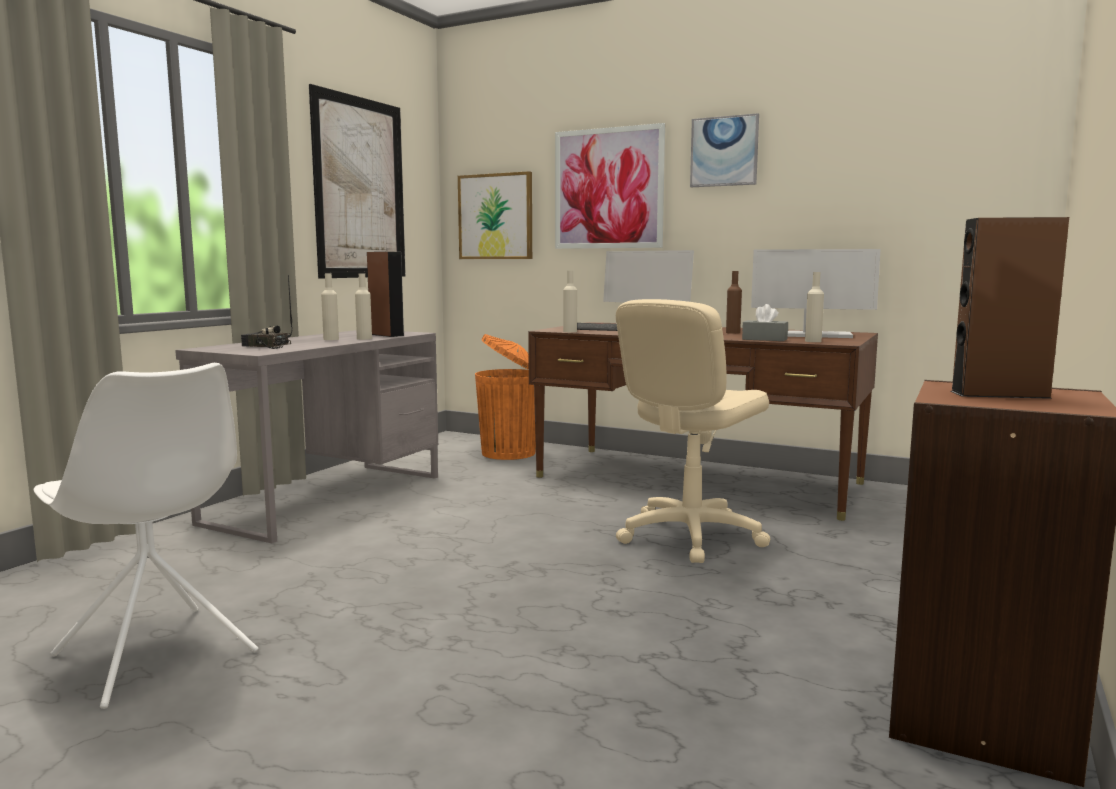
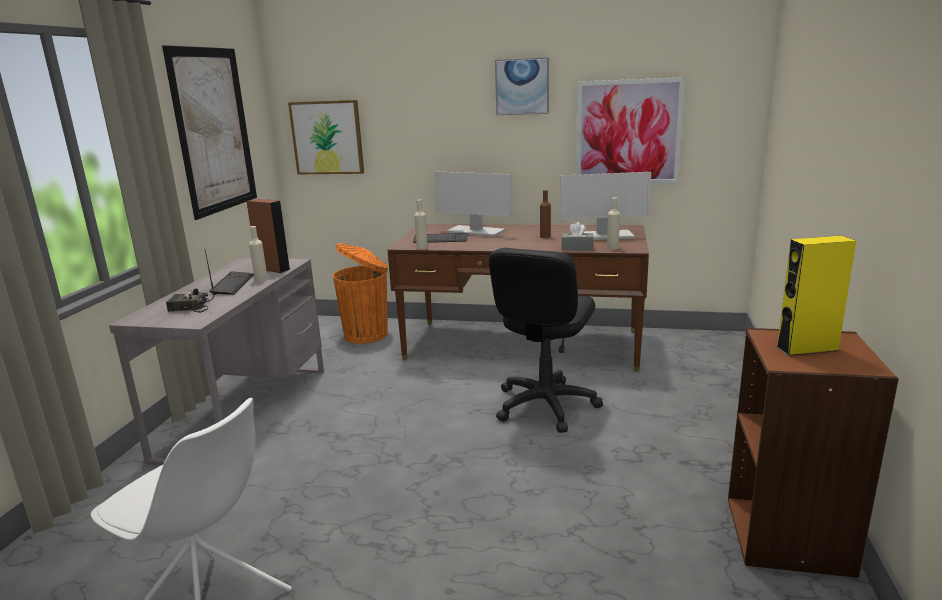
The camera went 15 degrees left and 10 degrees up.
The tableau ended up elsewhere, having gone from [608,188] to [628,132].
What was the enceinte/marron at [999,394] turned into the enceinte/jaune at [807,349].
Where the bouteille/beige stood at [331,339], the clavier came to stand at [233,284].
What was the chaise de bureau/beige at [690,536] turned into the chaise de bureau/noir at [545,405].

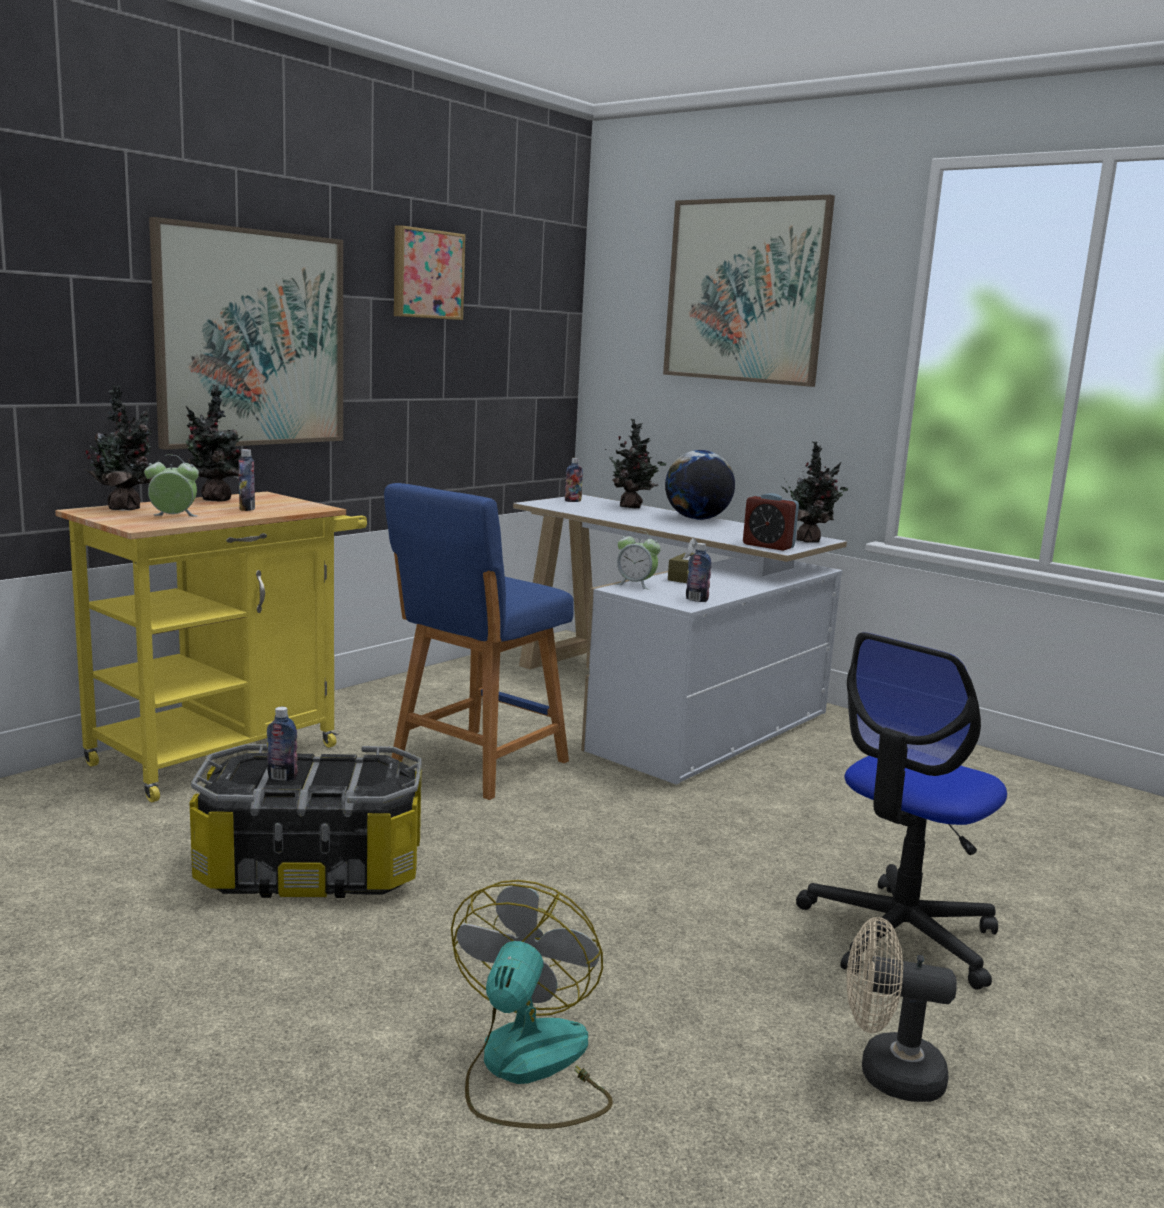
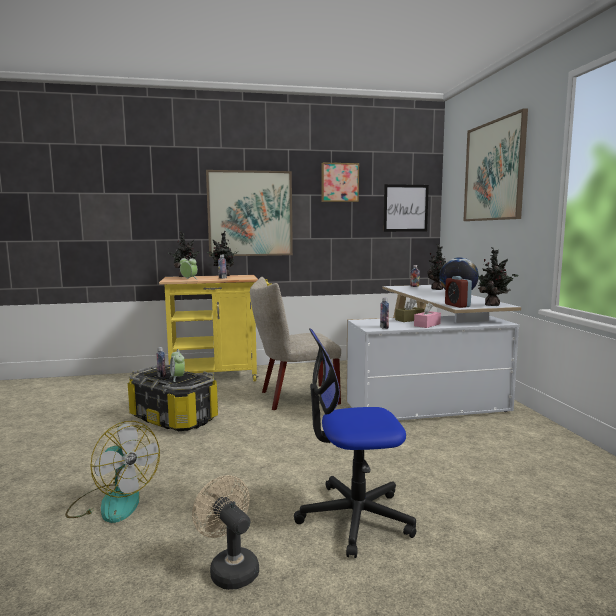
The camera went 40 degrees right and 5 degrees down.
Where the tabouret/bleu stood at [474,765], the chaise/beige came to stand at [294,398].
The réveil ended up elsewhere, having gone from [635,585] to [177,378].
The ventilateur at [527,1069] ended up facing another way, 75 degrees clockwise from before.
The second view gained the tableau at [405,208].
The second view gained the boîte à mouchoirs/rose at [427,325].

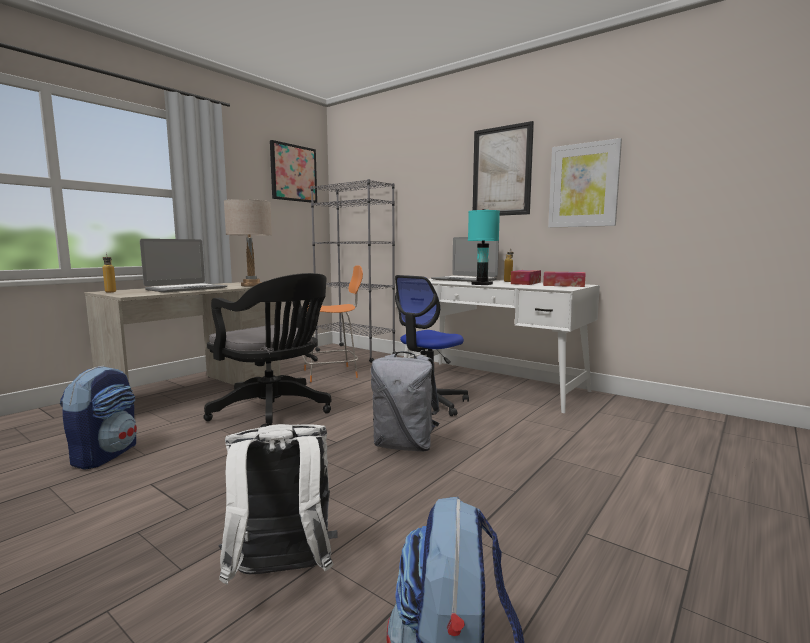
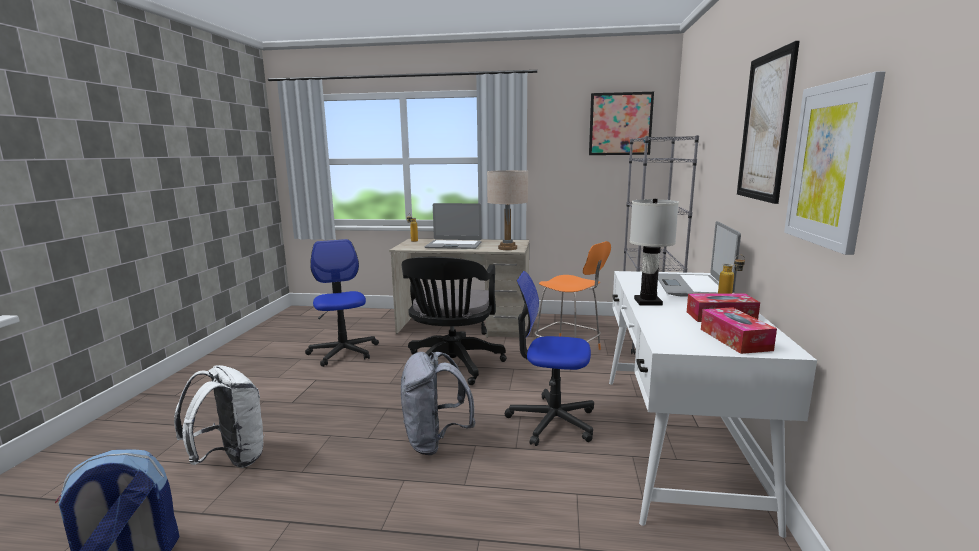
The camera went 60 degrees right and 5 degrees up.
What was the lampe de table/turquoise at [482,284] turned into the lampe de table/blanc at [648,302].
Where the sac à dos stood at [105,455], the chaise de bureau came to stand at [343,352].

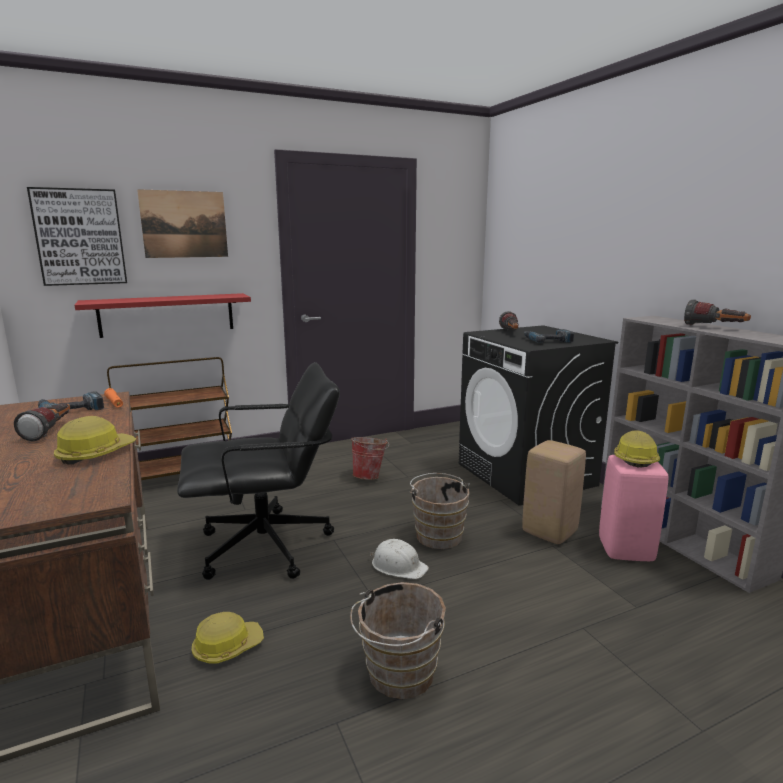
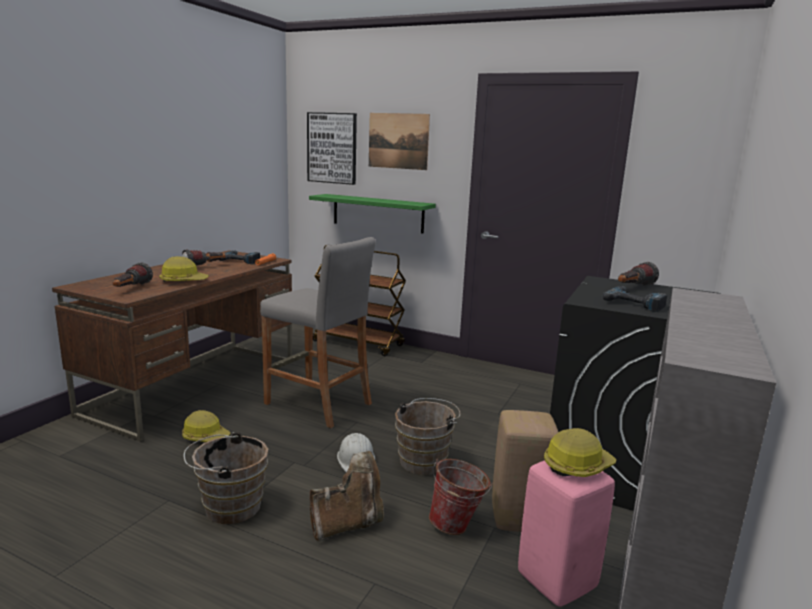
The camera went 50 degrees right and 0 degrees up.
What was the étagère/rouge at [167,315] turned into the étagère/vert at [377,213].
The lampe de poche ended up elsewhere, having gone from [714,327] to [131,289].
Where the chaise de bureau/noir stood at [267,546], the tabouret/gris came to stand at [318,404].
The seau ended up elsewhere, having gone from [370,476] to [457,526].
The second view gained the botte/marron at [348,524].

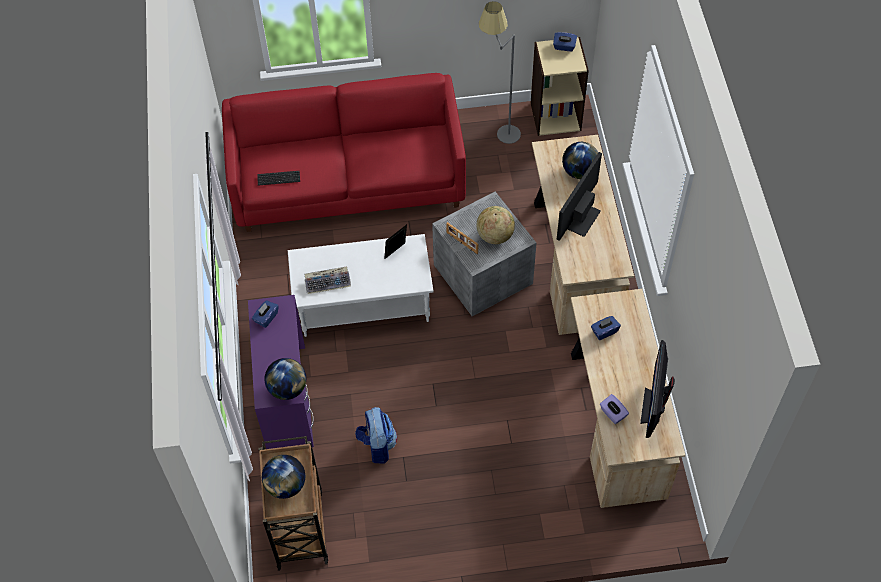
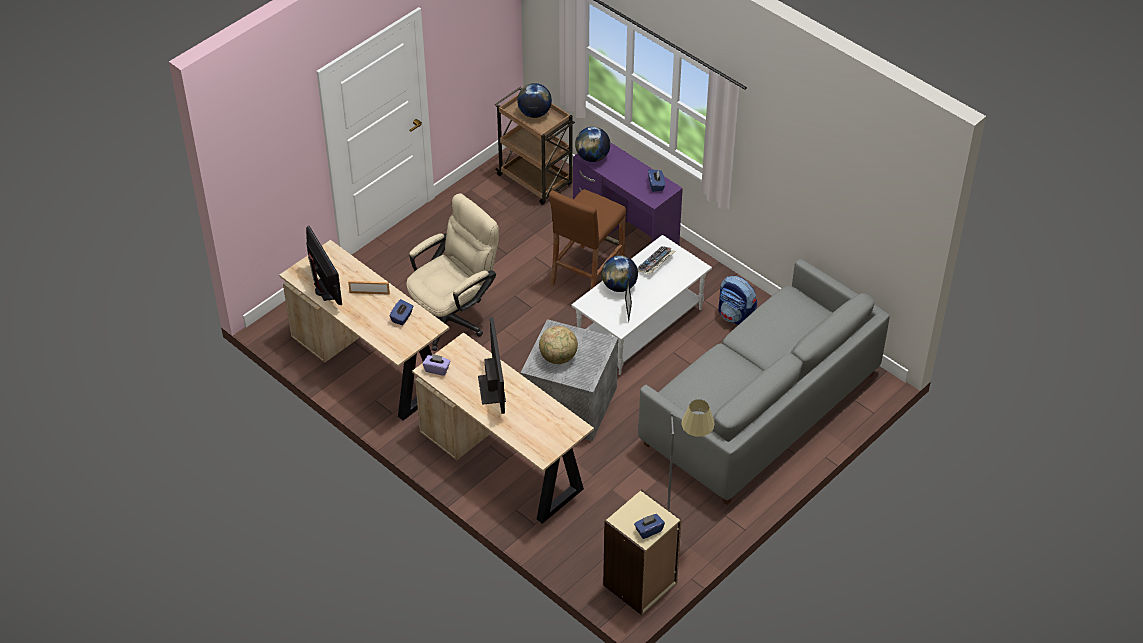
The camera went 140 degrees right and 10 degrees down.
What was the canapé/rouge at [348,179] turned into the canapé/gris at [760,409].
The globe ended up elsewhere, having gone from [579,172] to [619,286].
The second view lost the clavier at [278,178].
The cadre photo ended up elsewhere, having gone from [461,243] to [369,292].
The boîte à mouchoirs/violet ended up elsewhere, having gone from [612,414] to [437,369].
The sac à dos ended up elsewhere, having gone from [377,445] to [736,317].
The second view gained the tabouret/marron at [587,273].
The second view gained the chaise de bureau/beige at [454,316].

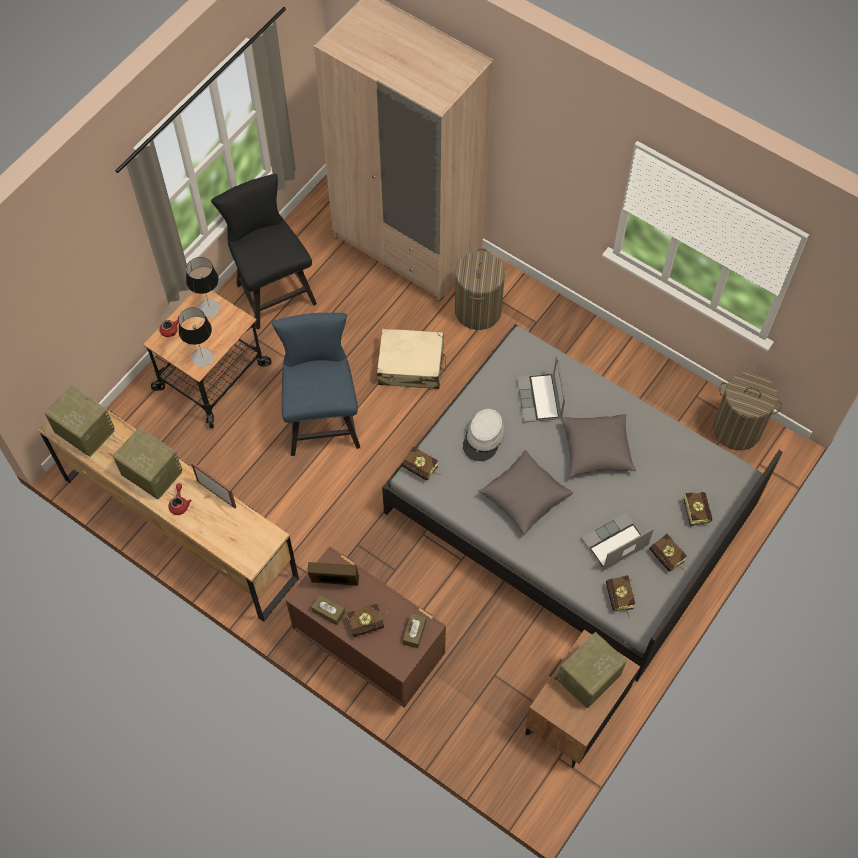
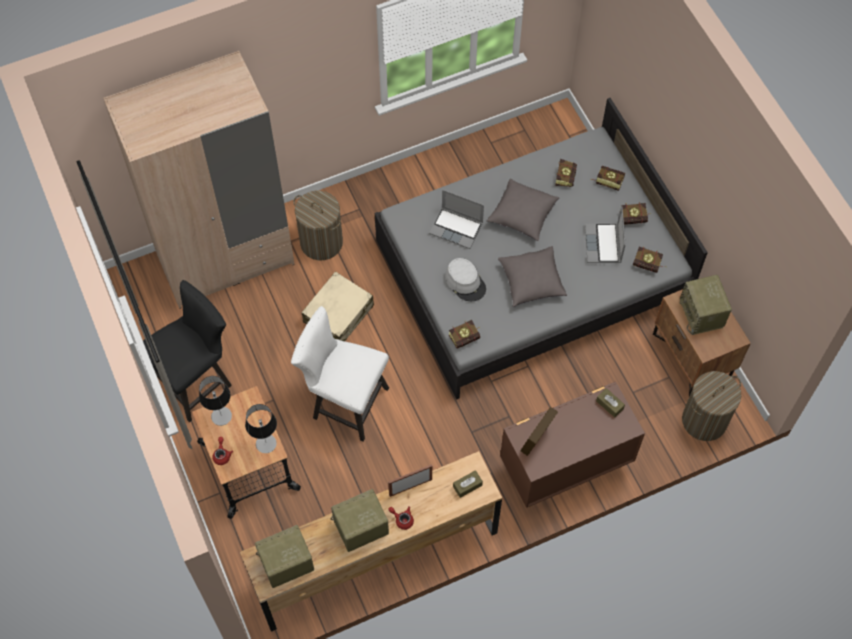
The camera went 60 degrees left and 0 degrees up.
The chaise/noir at [272,290] ended up facing another way, 135 degrees clockwise from before.
What was the chaise/bleu at [322,419] turned into the chaise/blanc at [345,402].
The panier à linge ended up elsewhere, having gone from [736,429] to [704,420].
The boîte à mouchoirs/marron ended up elsewhere, having gone from [328,612] to [467,486].
The livre ended up elsewhere, having gone from [369,623] to [565,175].

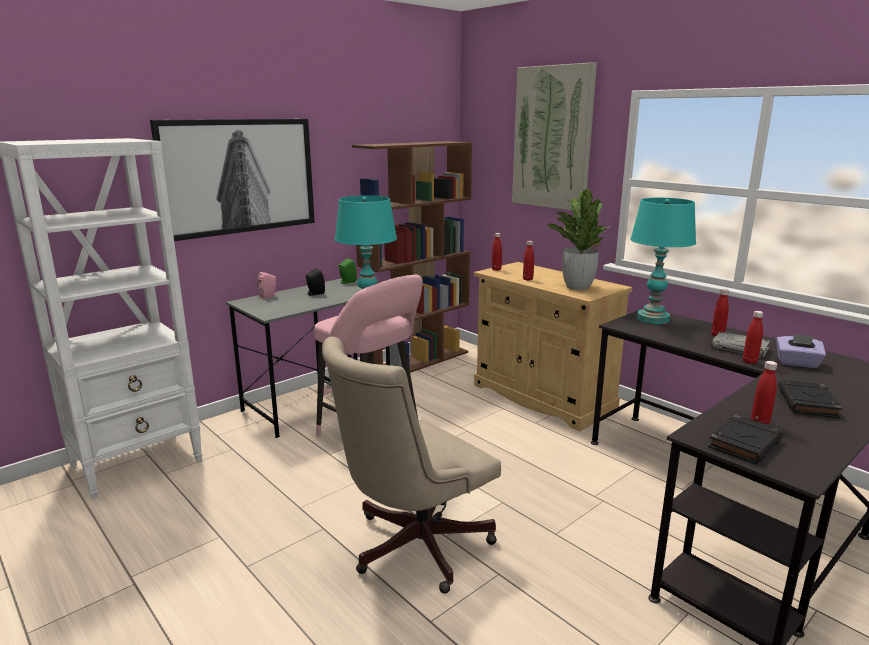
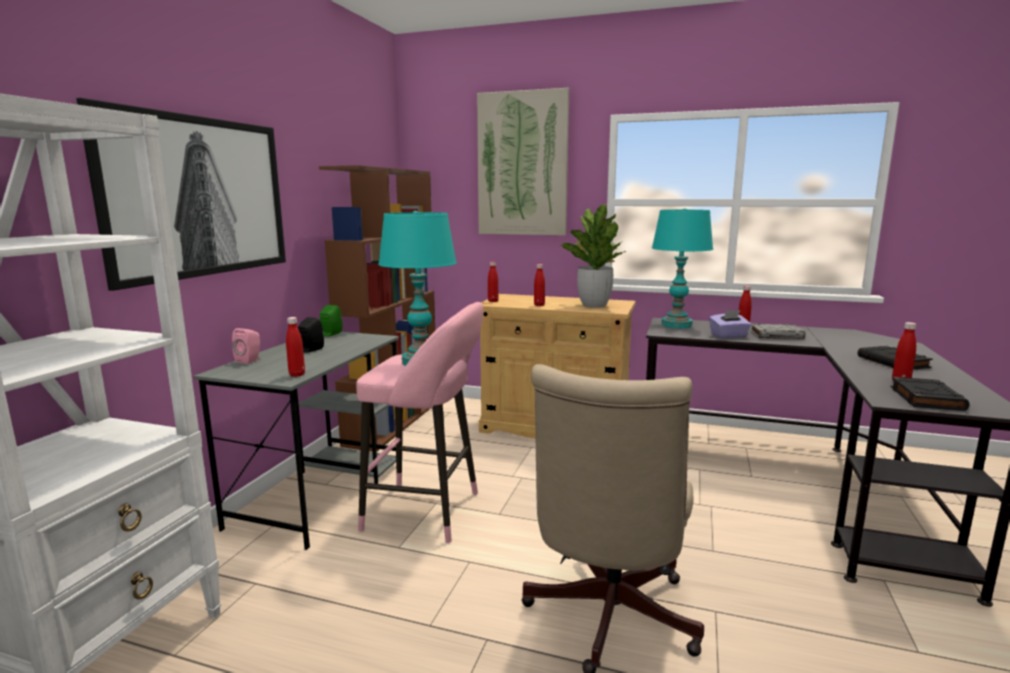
The camera went 30 degrees left and 5 degrees down.
The bouteille/rouge ended up elsewhere, having gone from [749,362] to [297,374].
The boîte à mouchoirs/violet ended up elsewhere, having gone from [797,363] to [728,336].

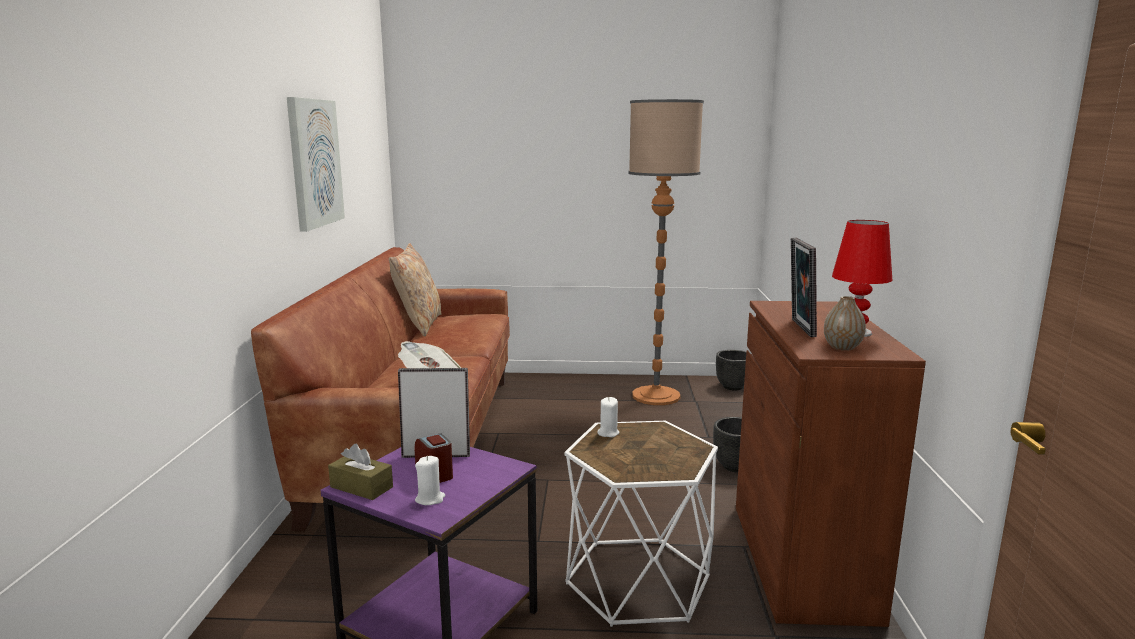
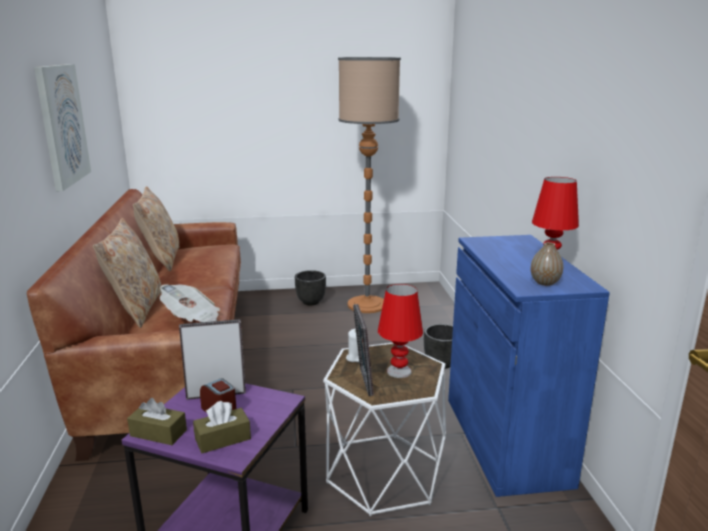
The camera went 10 degrees left and 5 degrees up.
The cadre photo ended up elsewhere, having gone from [799,328] to [362,381].
What was the meuble de rangement/marron at [802,559] turned into the meuble de rangement/bleu at [506,440].
The cache-pot/noir ended up elsewhere, having gone from [733,387] to [311,302].
Where the bougie/blanc stood at [430,499], the boîte à mouchoirs/marron came to stand at [223,439].
The second view gained the coussin/beige at [136,308].
The second view gained the lampe de table/rouge at [399,371].

